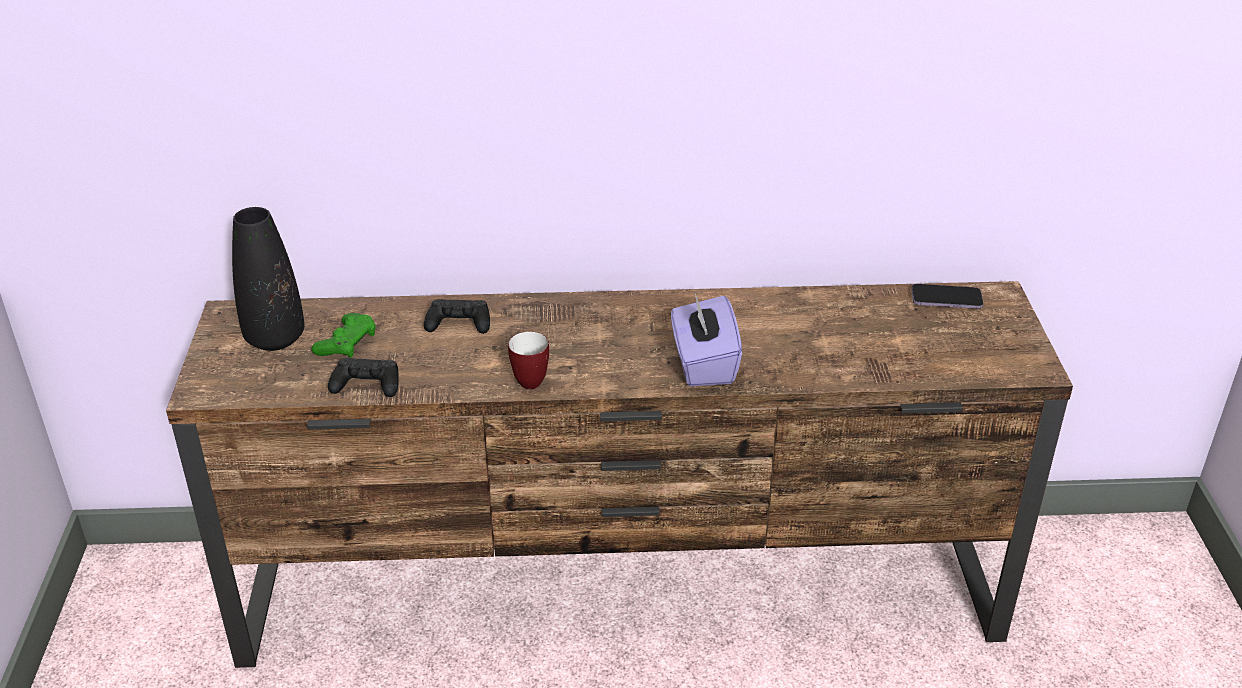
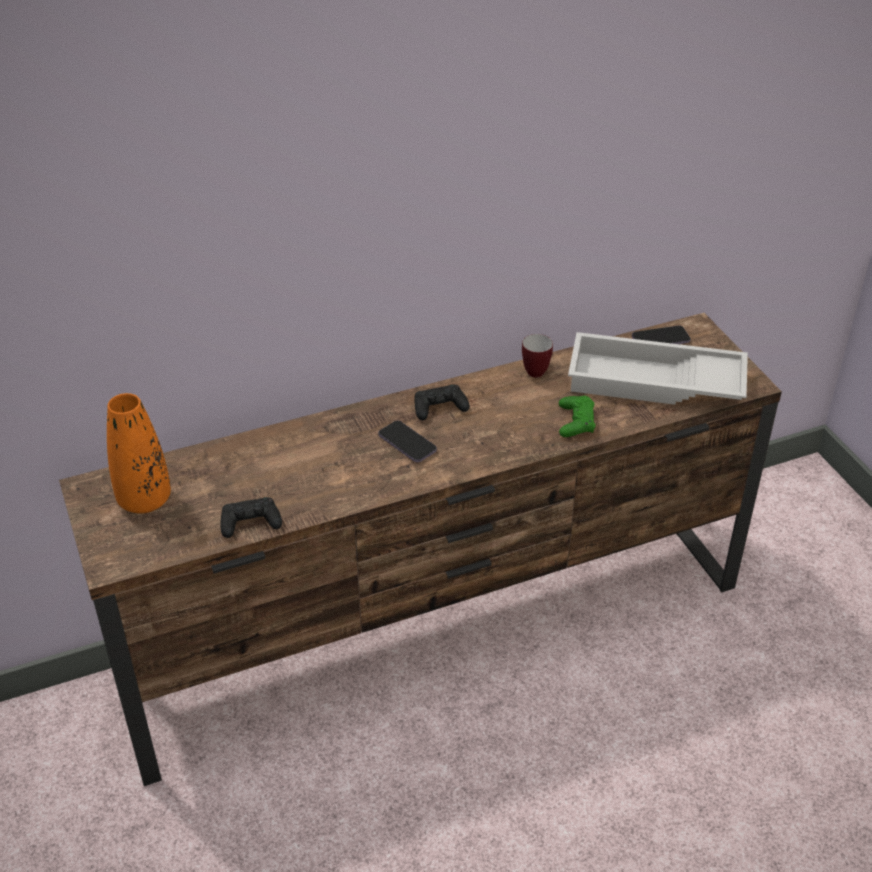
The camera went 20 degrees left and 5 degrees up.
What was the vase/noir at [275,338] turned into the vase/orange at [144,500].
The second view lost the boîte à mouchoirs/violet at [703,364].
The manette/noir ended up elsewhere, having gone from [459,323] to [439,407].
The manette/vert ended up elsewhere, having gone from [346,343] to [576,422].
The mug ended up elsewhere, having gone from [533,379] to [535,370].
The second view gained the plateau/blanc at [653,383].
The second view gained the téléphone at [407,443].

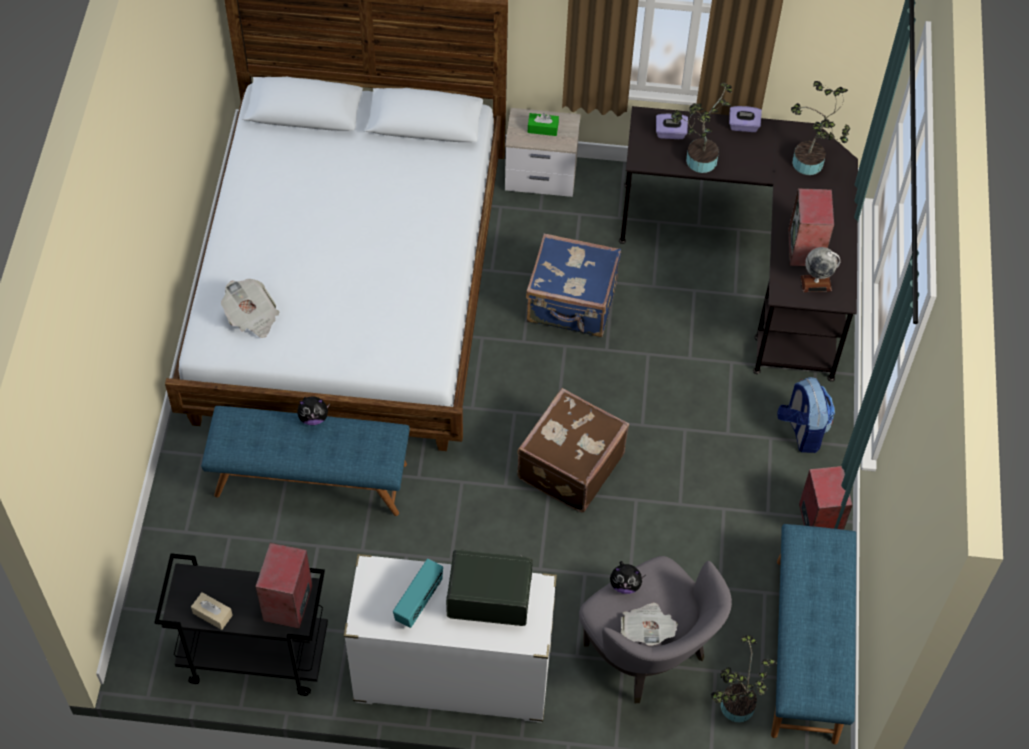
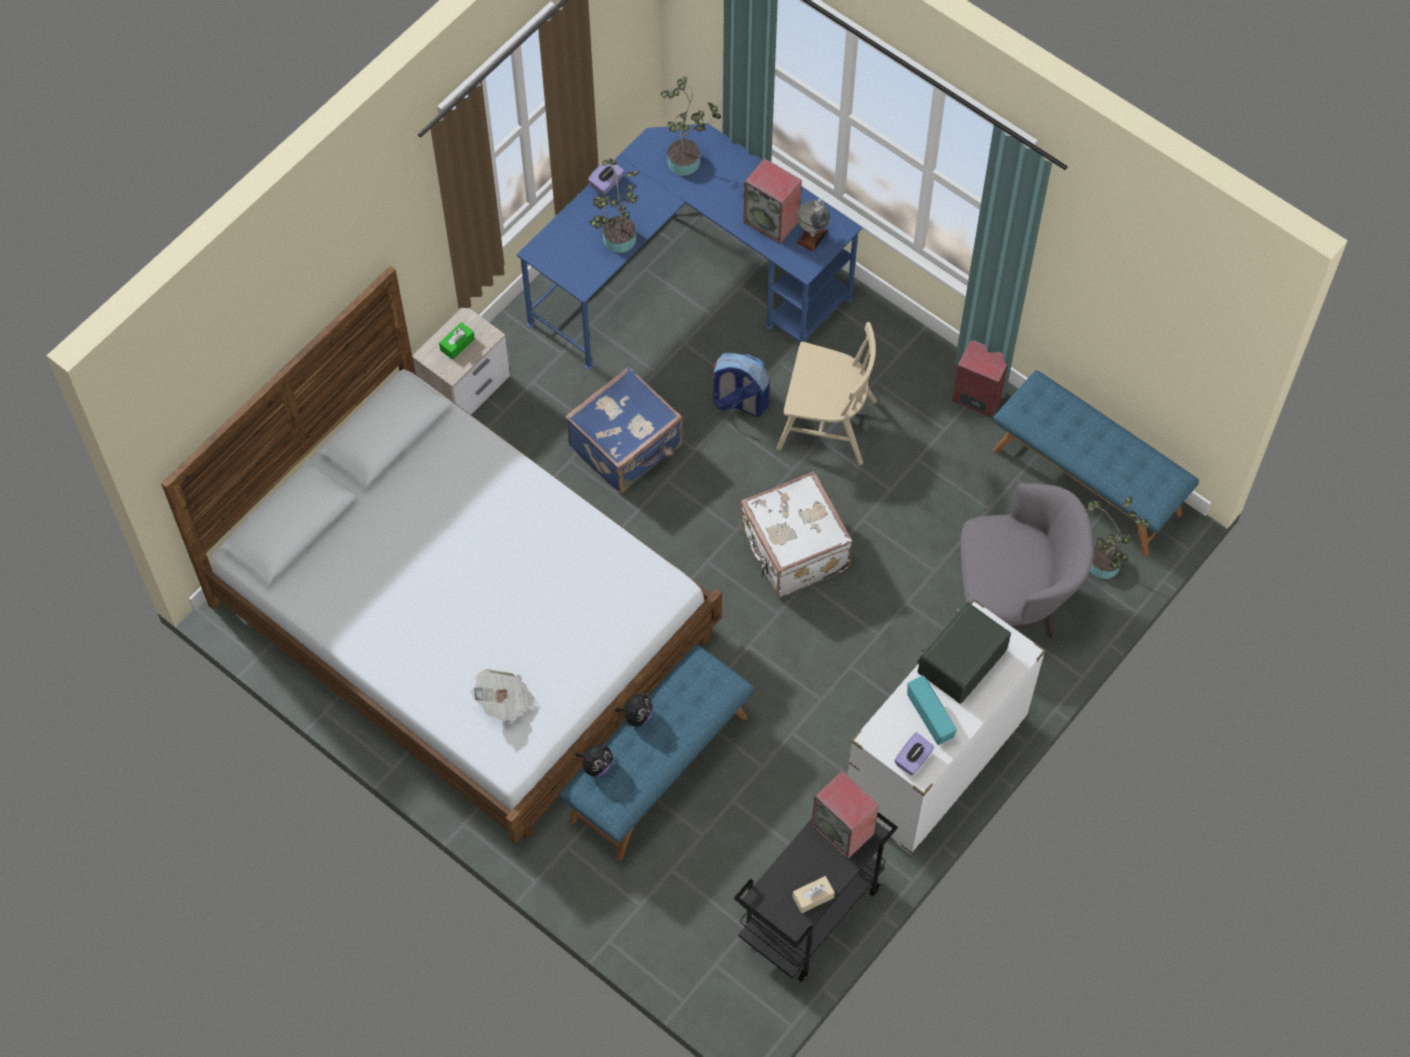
The camera went 55 degrees left and 5 degrees up.
What was the bureau/noir at [751,261] turned into the bureau/bleu at [687,280].
The boîte à mouchoirs/violet ended up elsewhere, having gone from [670,133] to [913,760].
The sac à dos ended up elsewhere, having gone from [802,430] to [739,402].
What was the valise/marron at [568,466] turned into the valise/blanc at [793,551].
The peluche ended up elsewhere, having gone from [625,584] to [596,765].
The second view lost the journal at [647,630].
The second view gained the chaise/beige at [826,424].

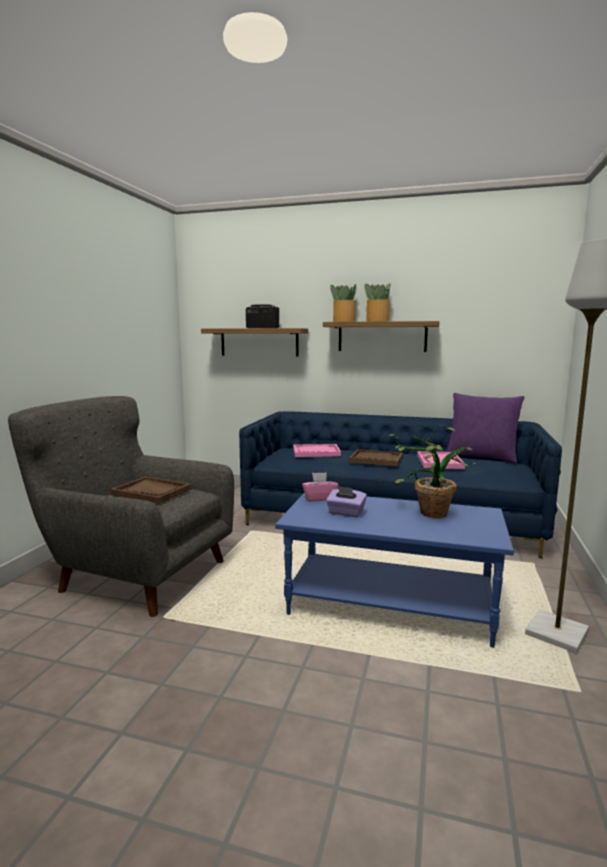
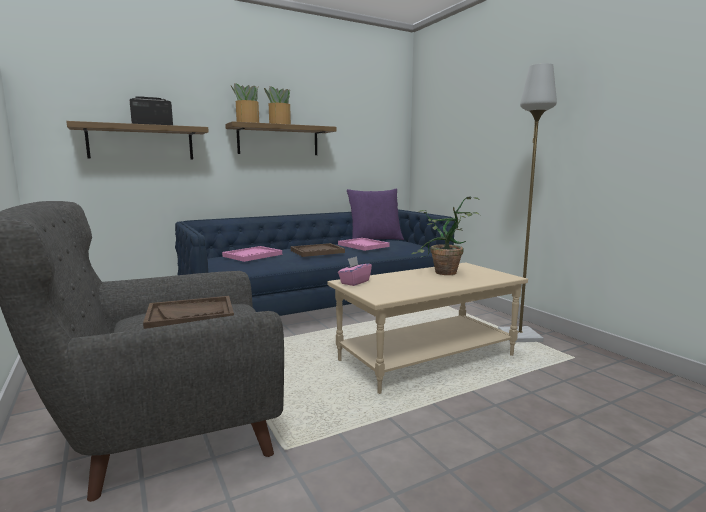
The camera went 45 degrees left and 0 degrees up.
The second view lost the boîte à mouchoirs/violet at [346,513].
What was the table basse/bleu at [391,604] turned into the table basse/beige at [426,357].

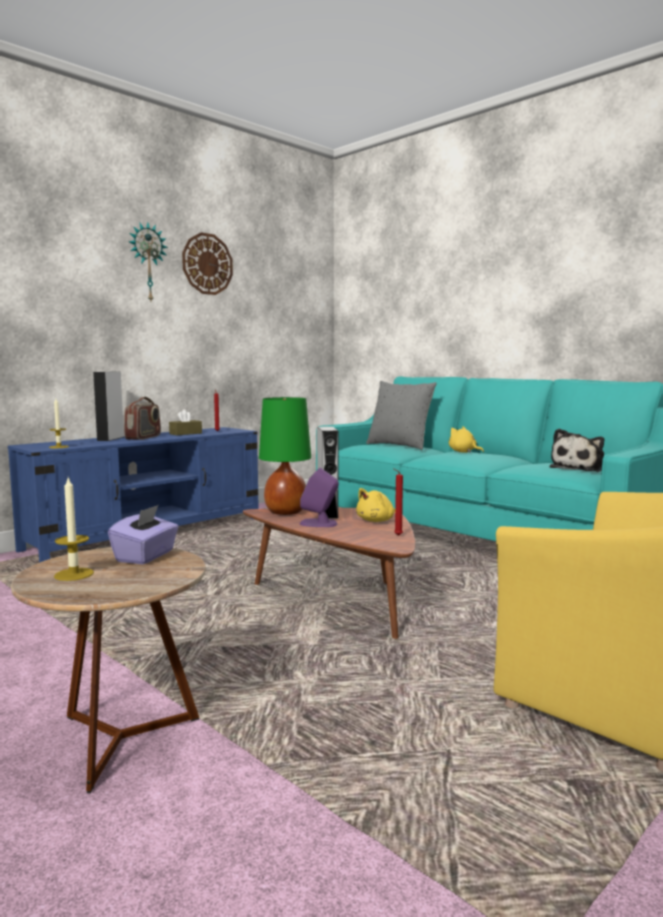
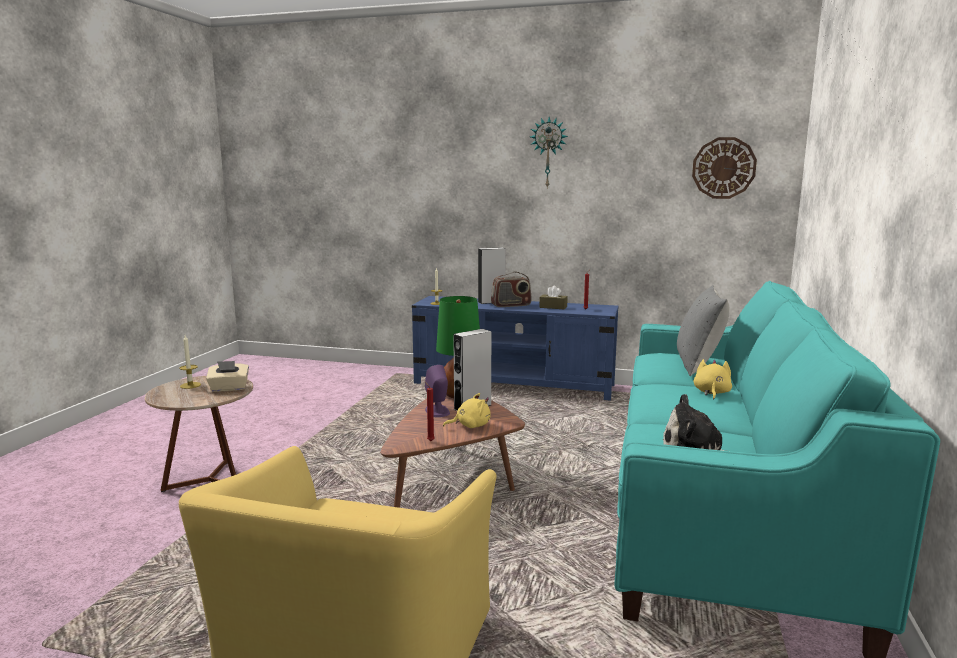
The camera went 60 degrees right and 5 degrees up.
The horloge murale ended up elsewhere, having gone from [207,264] to [723,168].
The peluche/jaune at [376,521] ended up facing another way, 150 degrees clockwise from before.
What was the boîte à mouchoirs/violet at [146,556] turned into the boîte à mouchoirs/beige at [229,388].

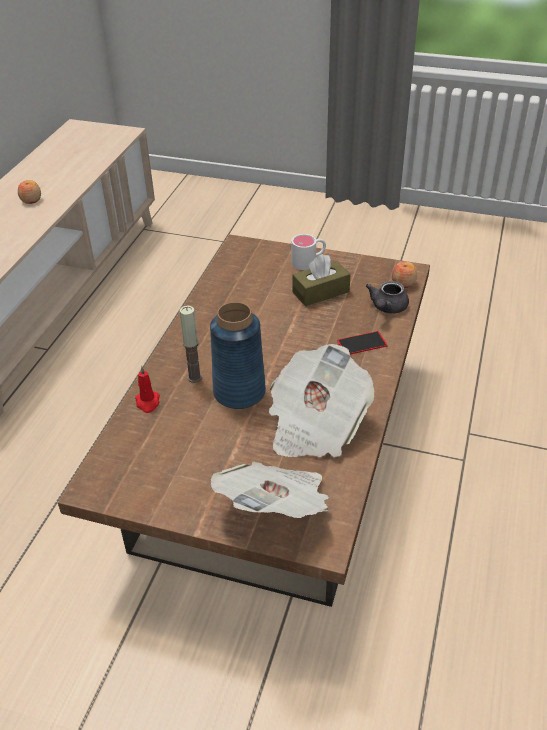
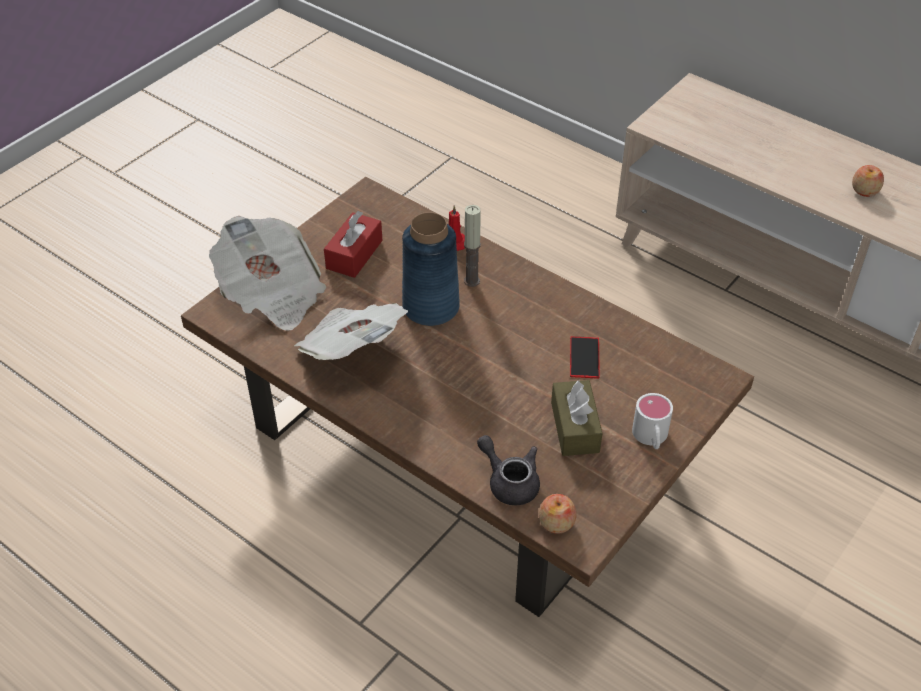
The camera went 110 degrees right and 5 degrees up.
The téléphone ended up elsewhere, having gone from [362,343] to [584,357].
The second view gained the boîte à mouchoirs/rouge at [354,254].

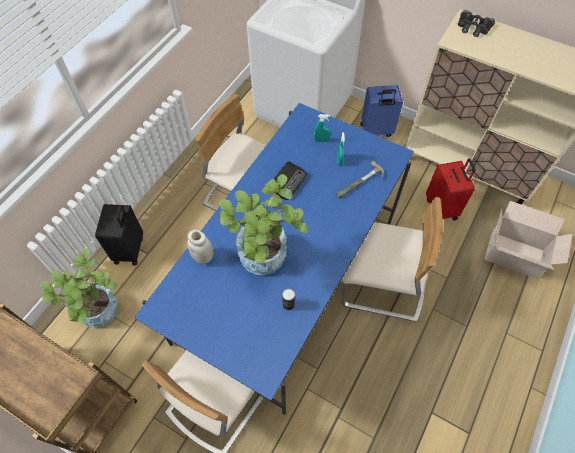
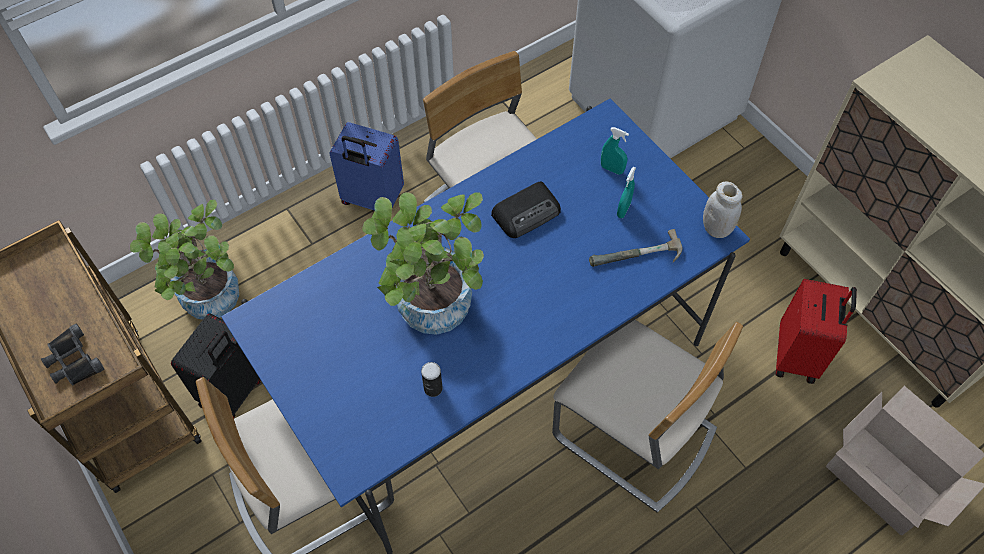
The camera went 25 degrees right and 0 degrees up.
The jumelles/noir ended up elsewhere, having gone from [473,27] to [73,361].
The valise/bleu ended up elsewhere, having gone from [376,131] to [371,199].
The valise/noir ended up elsewhere, having gone from [130,250] to [234,392].
The bocal/blanc ended up elsewhere, having gone from [203,257] to [716,228].

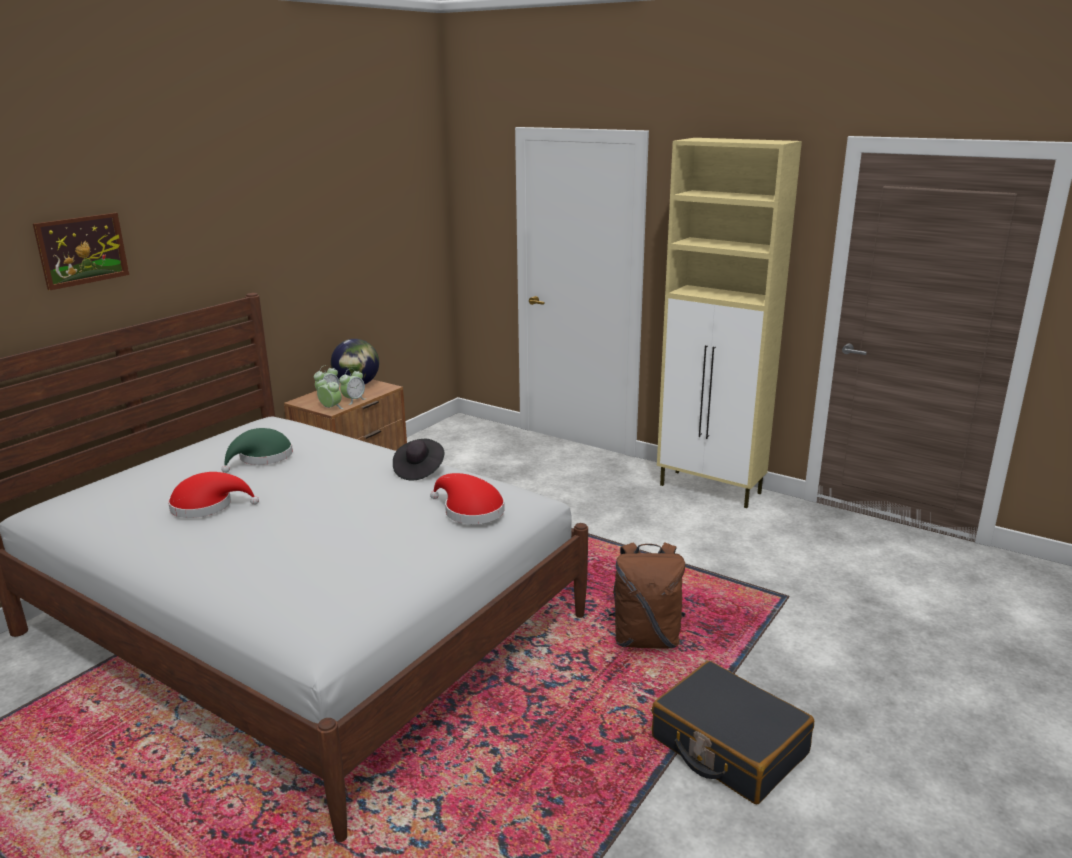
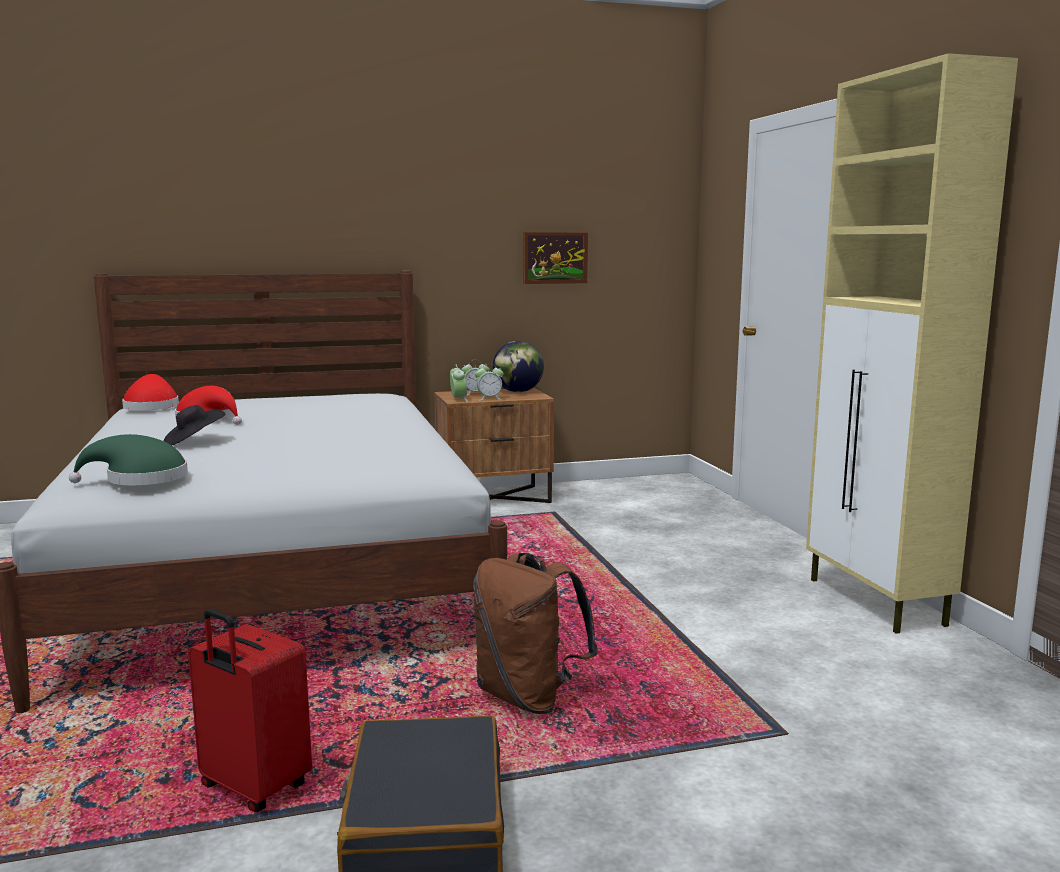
The camera went 40 degrees right and 10 degrees down.
The tableau ended up elsewhere, having gone from [82,250] to [555,258].
The chapeau/vert ended up elsewhere, having gone from [262,458] to [140,479].
The chapeau/noir ended up elsewhere, having gone from [419,470] to [194,442].
The chapeau/rouge ended up elsewhere, having gone from [470,511] to [151,407].
The second view gained the valise/rouge at [253,788].

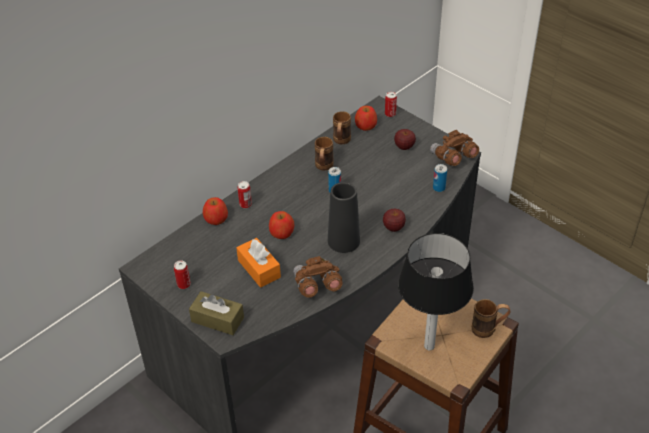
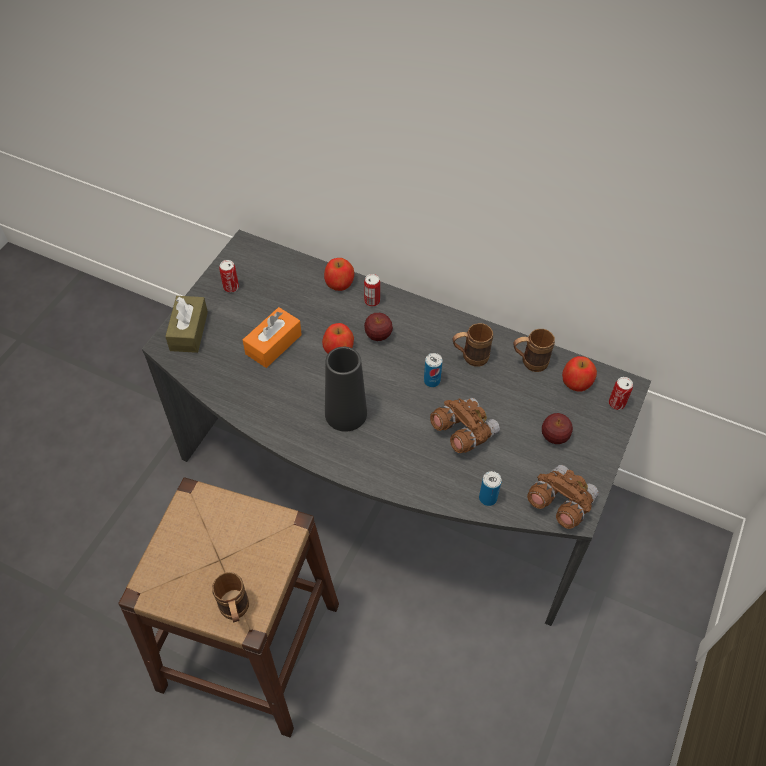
The camera went 70 degrees right and 10 degrees up.
The pomme ended up elsewhere, having gone from [393,227] to [378,335].
The second view lost the lampe de table at [430,346].
The jumelles/marron ended up elsewhere, having gone from [316,285] to [463,431].

